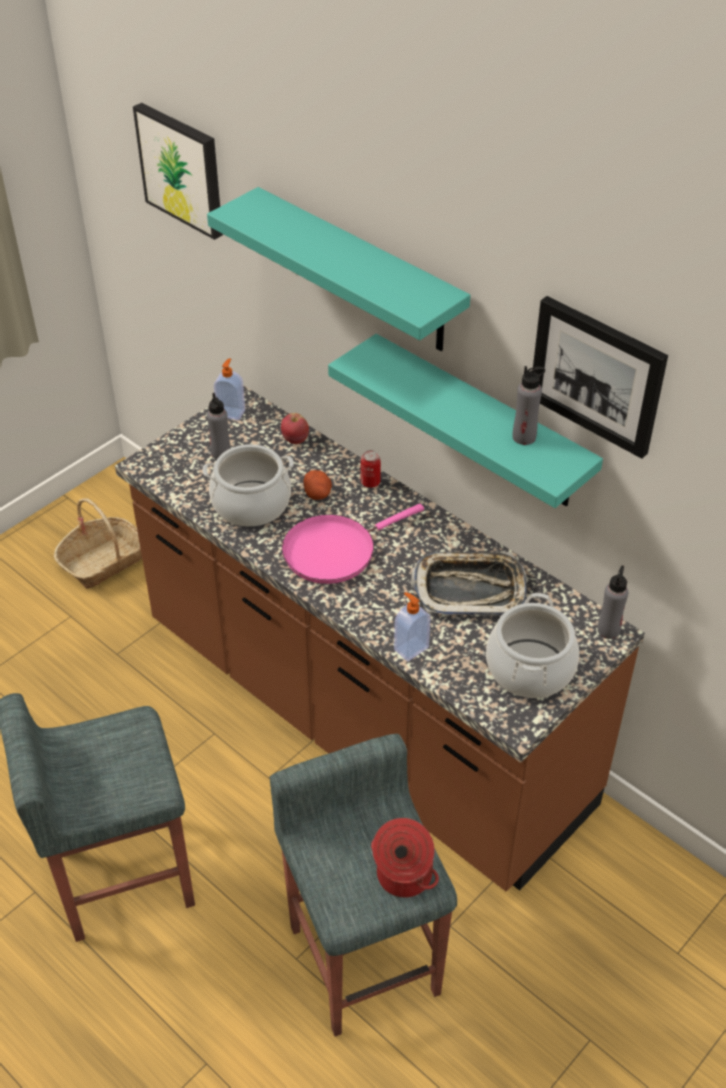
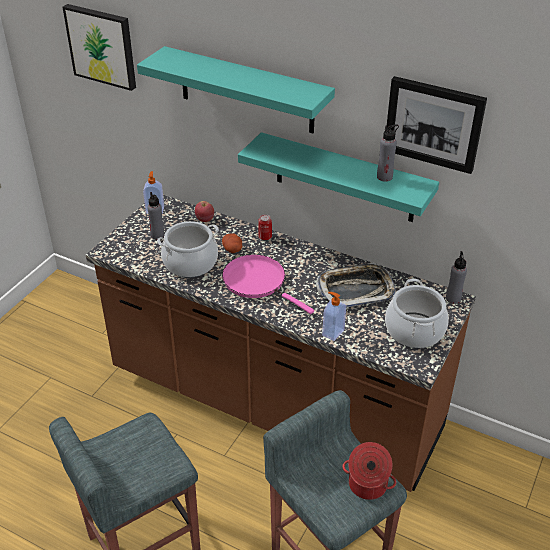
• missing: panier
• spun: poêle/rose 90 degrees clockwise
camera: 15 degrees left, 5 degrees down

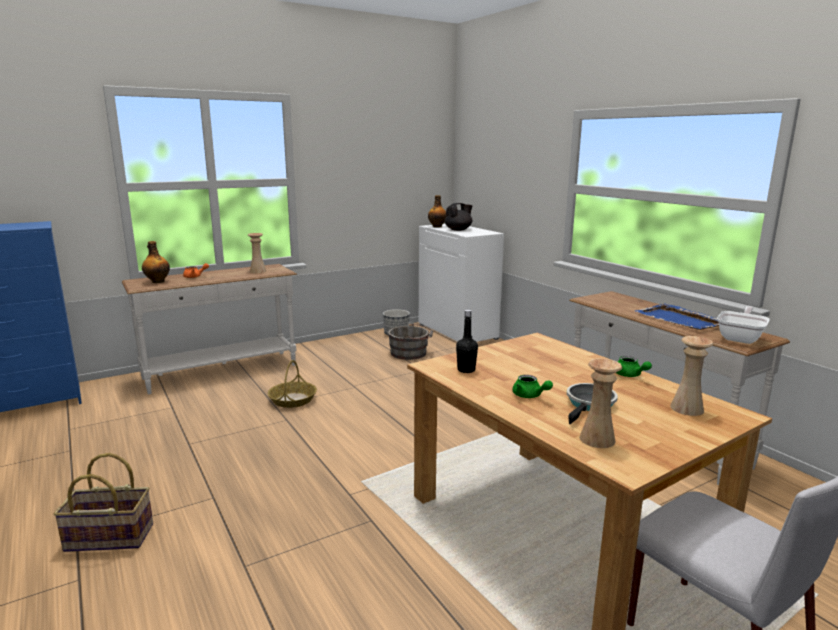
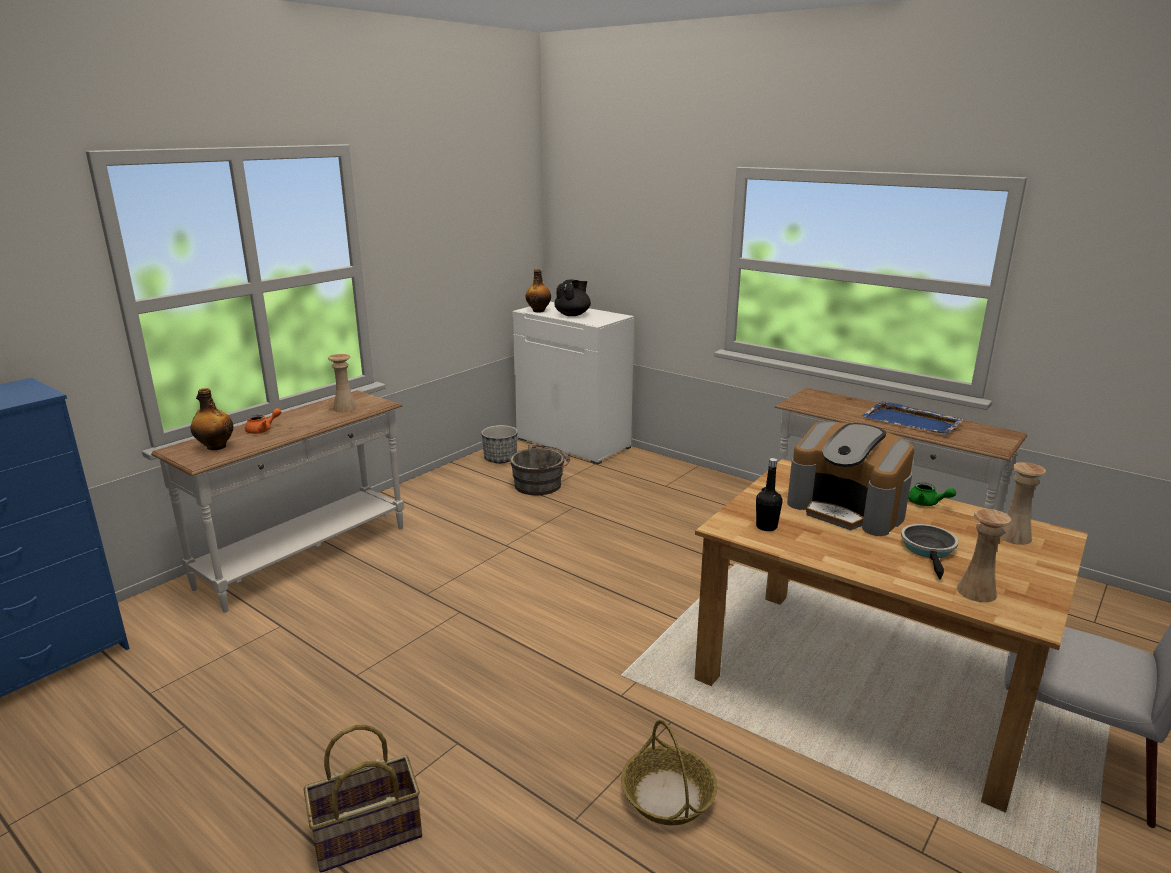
• relocated: panier (no. 2 from left)
• missing: théière/vert (no. 1 from left)
• missing: poêle (no. 2 from left)
• appeared: machine à café
camera: 20 degrees left, 5 degrees up

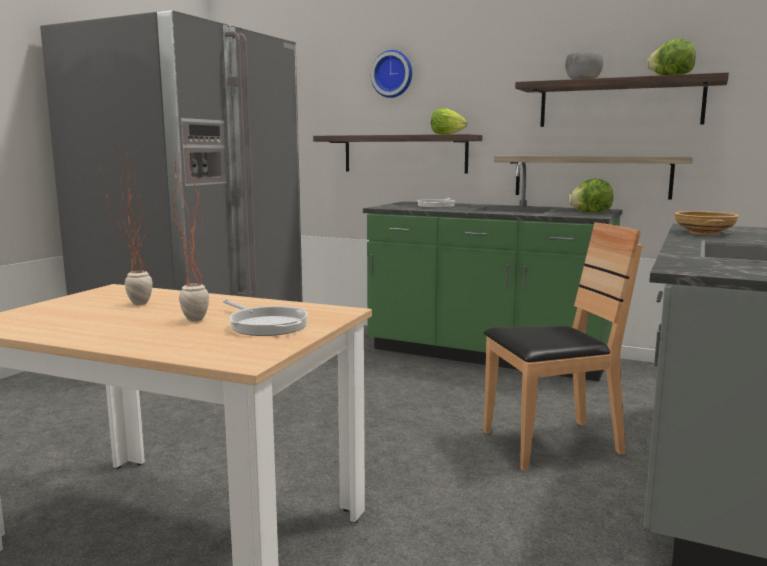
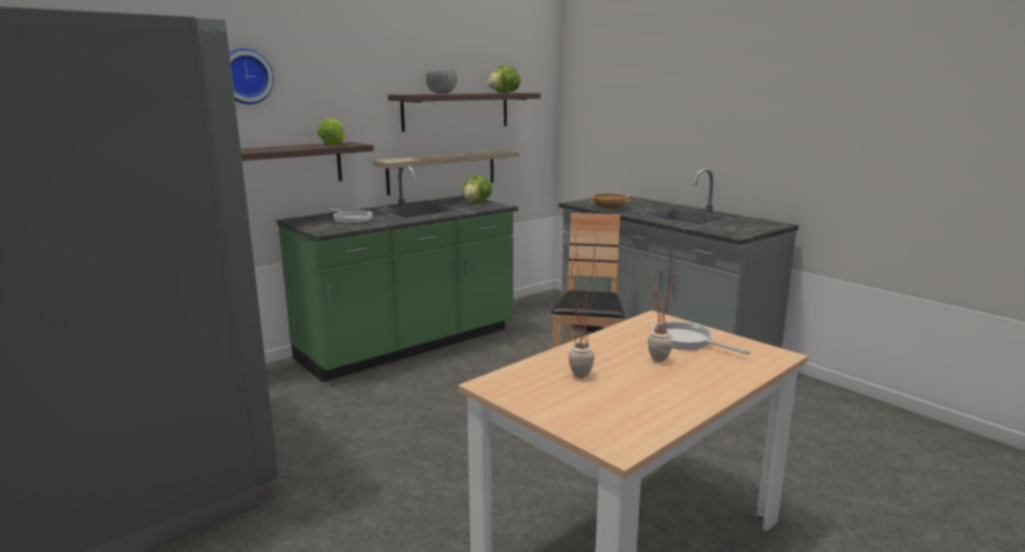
• spun: poêle (no. 1 from left in the first image) 120 degrees counterclockwise
camera: 65 degrees left, 5 degrees up

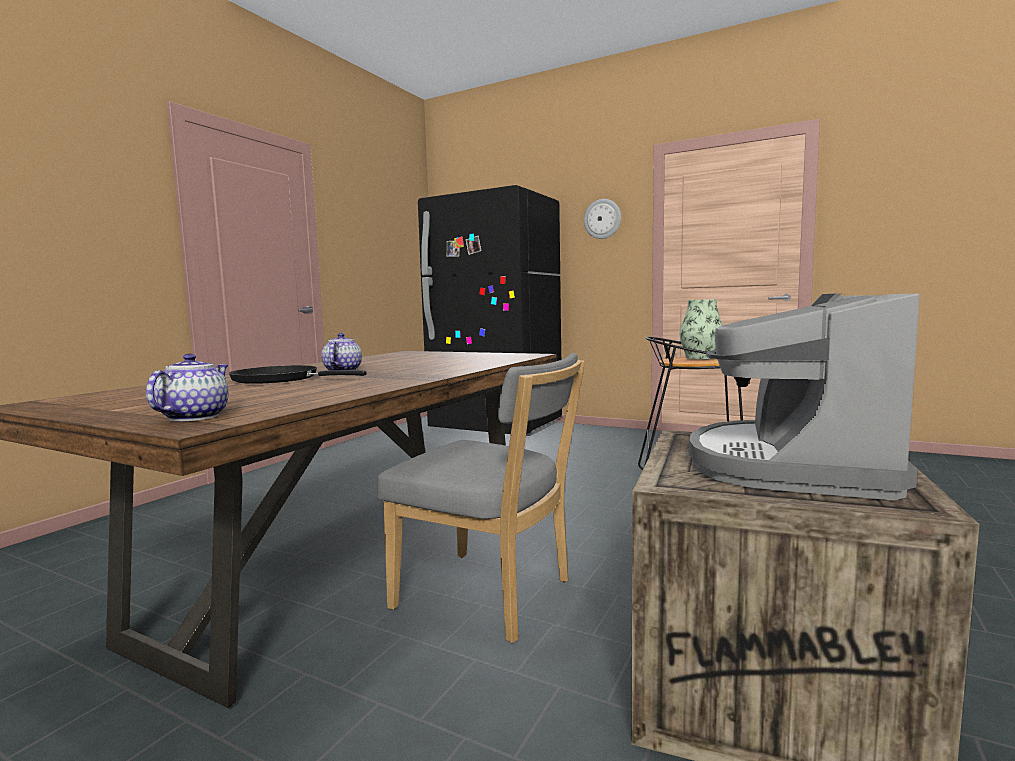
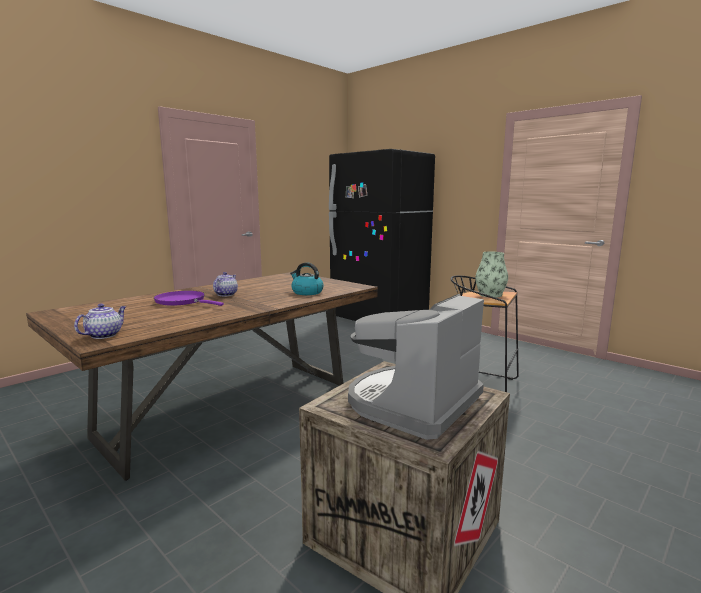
• colour: poêle/noir to poêle/violet
• missing: chaise/gris
• missing: horloge murale
• appeared: bouilloire
camera: 15 degrees right, 5 degrees up

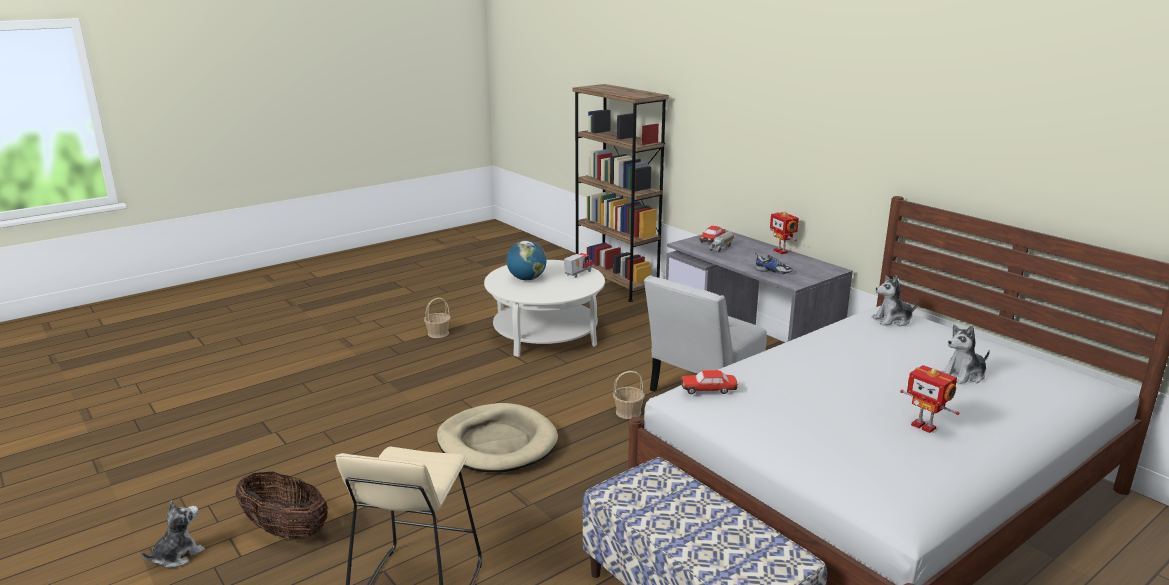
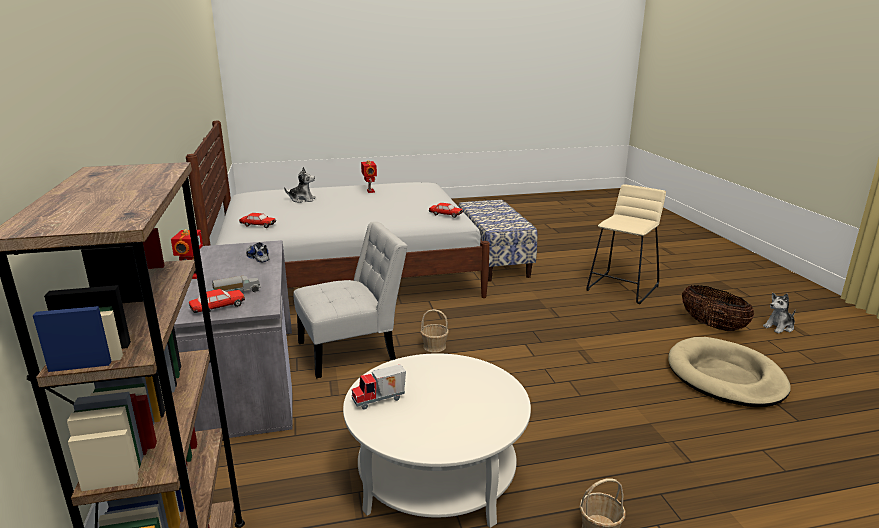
• relocated: panier pour chien/beige
• missing: globe
• exchanged: peluche (no. 2 from left) to petite voiture (no. 2 from left)
camera: 155 degrees left, 0 degrees up

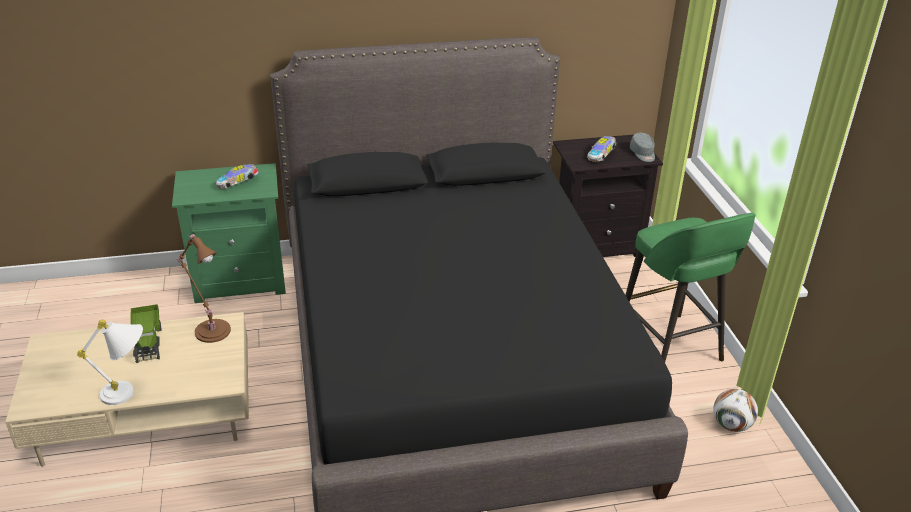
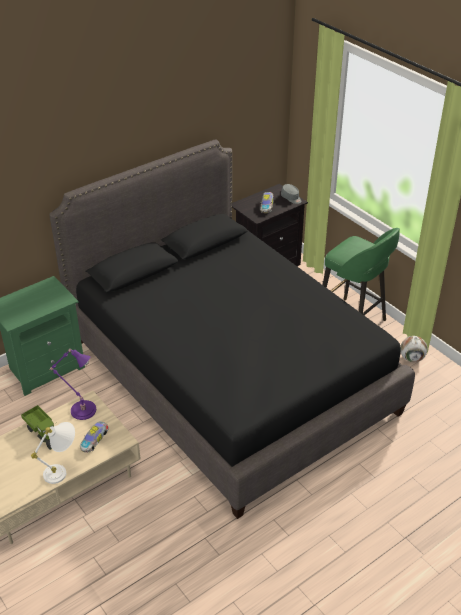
• colour: lampe de table/marron to lampe de table/violet
• relocated: petite voiture (no. 1 from left)
camera: 25 degrees left, 5 degrees up

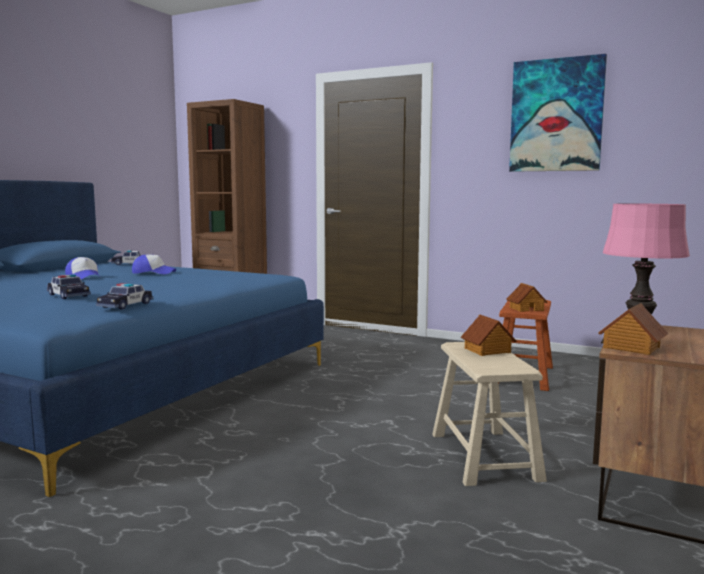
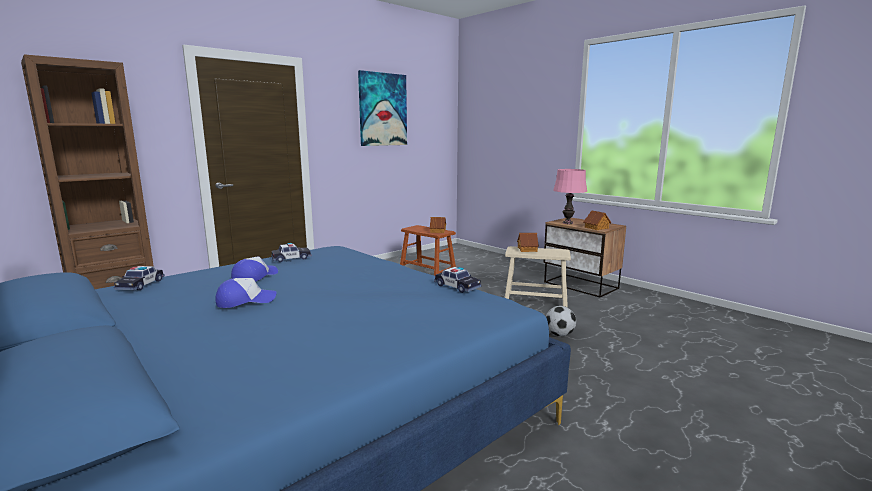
• relocated: petite voiture (no. 1 from left in the first image) to petite voiture (no. 2 from left)
• appeared: ballon de foot
camera: 70 degrees left, 5 degrees up

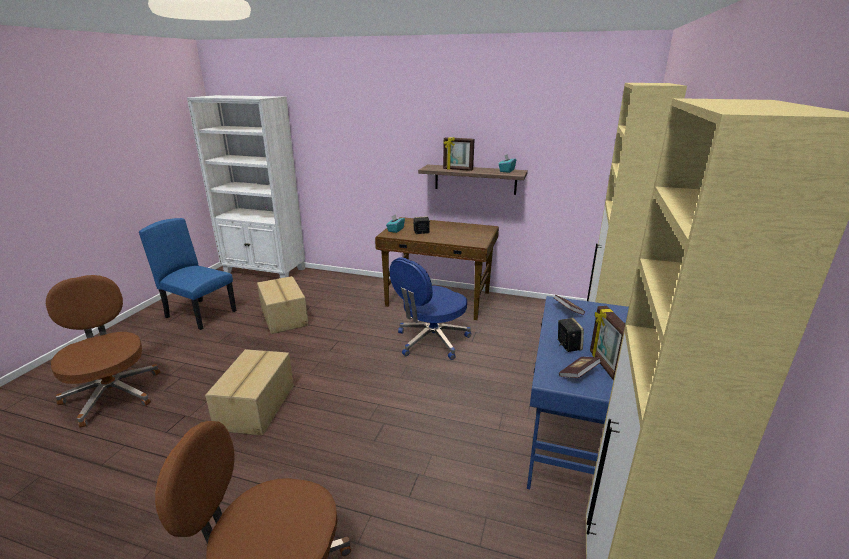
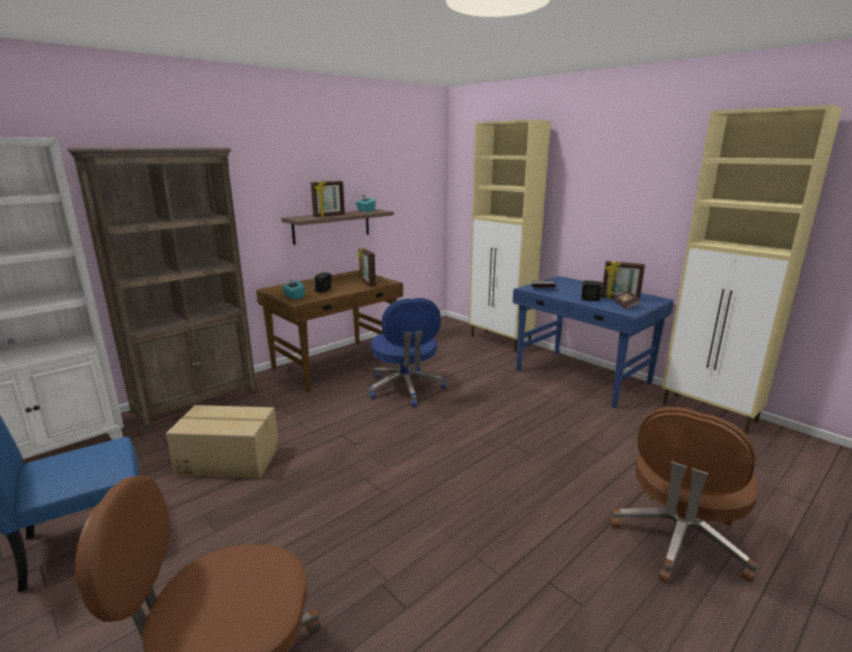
• missing: carton (no. 1 from left)
• appeared: bibliothèque/marron
• appeared: cadre photo (no. 2 from left)
camera: 60 degrees left, 5 degrees down

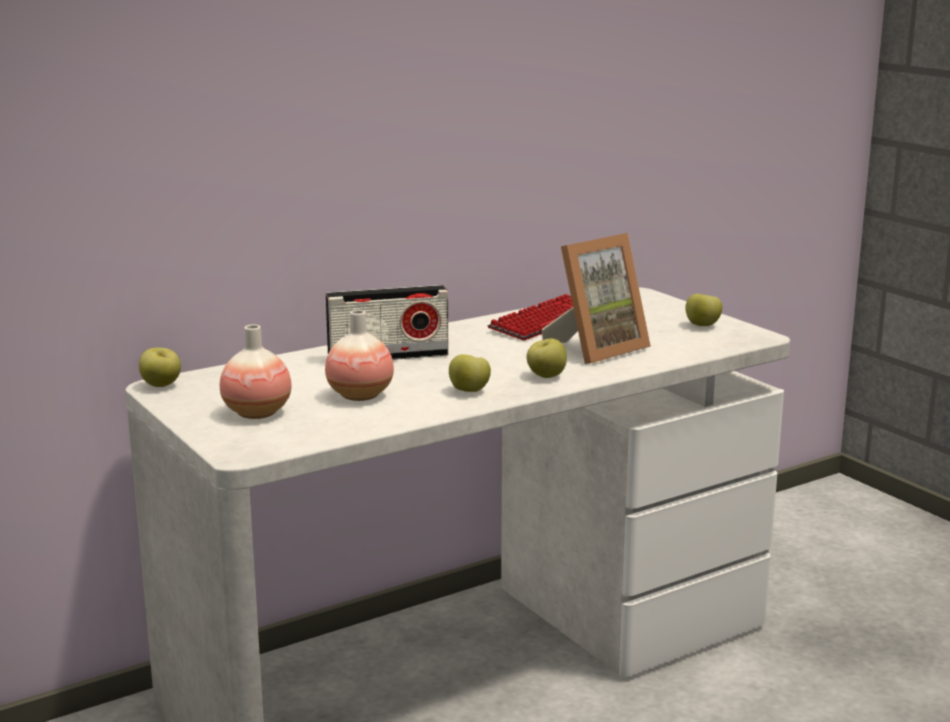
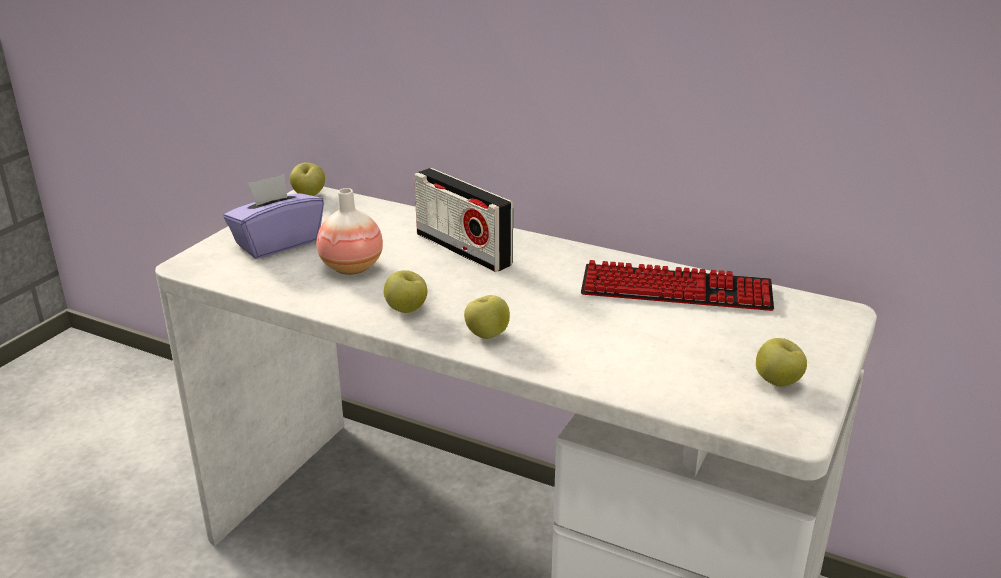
• exchanged: vase (no. 1 from left) to boîte à mouchoirs/violet
• missing: cadre photo
camera: 60 degrees right, 10 degrees up

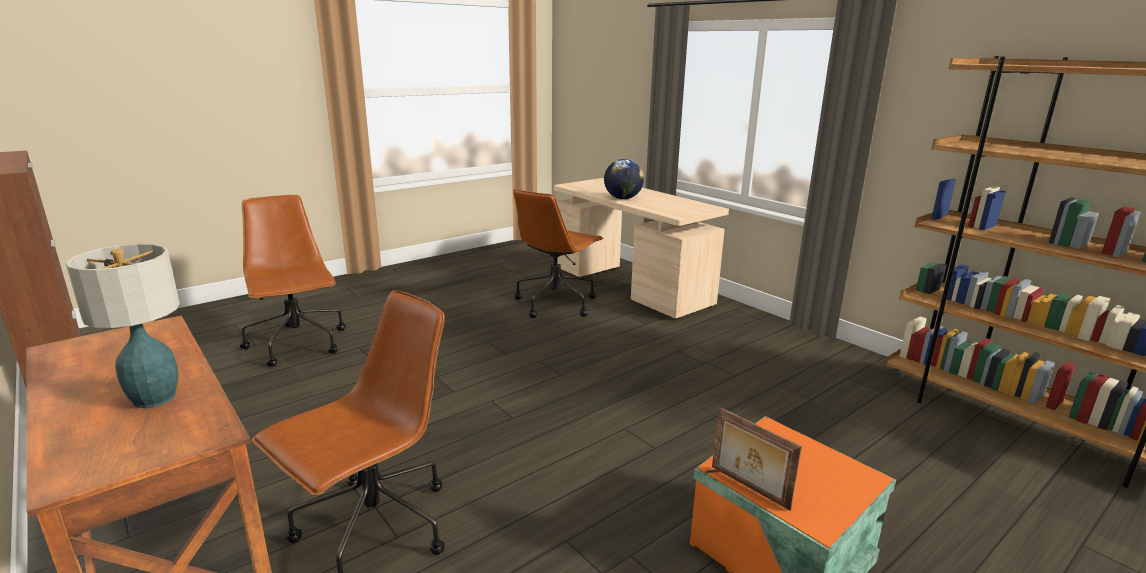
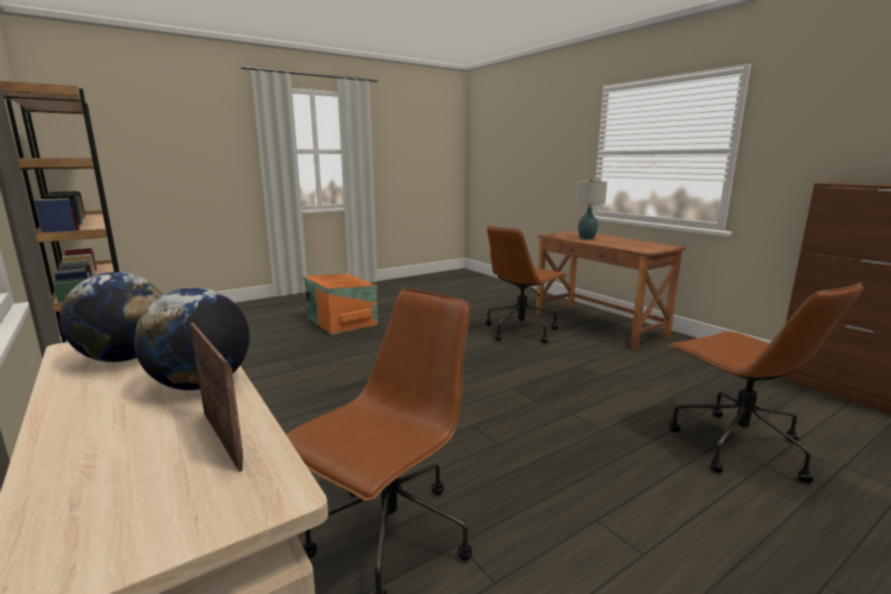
• relocated: cadre photo
• appeared: globe (no. 1 from left)
camera: 175 degrees left, 5 degrees down

